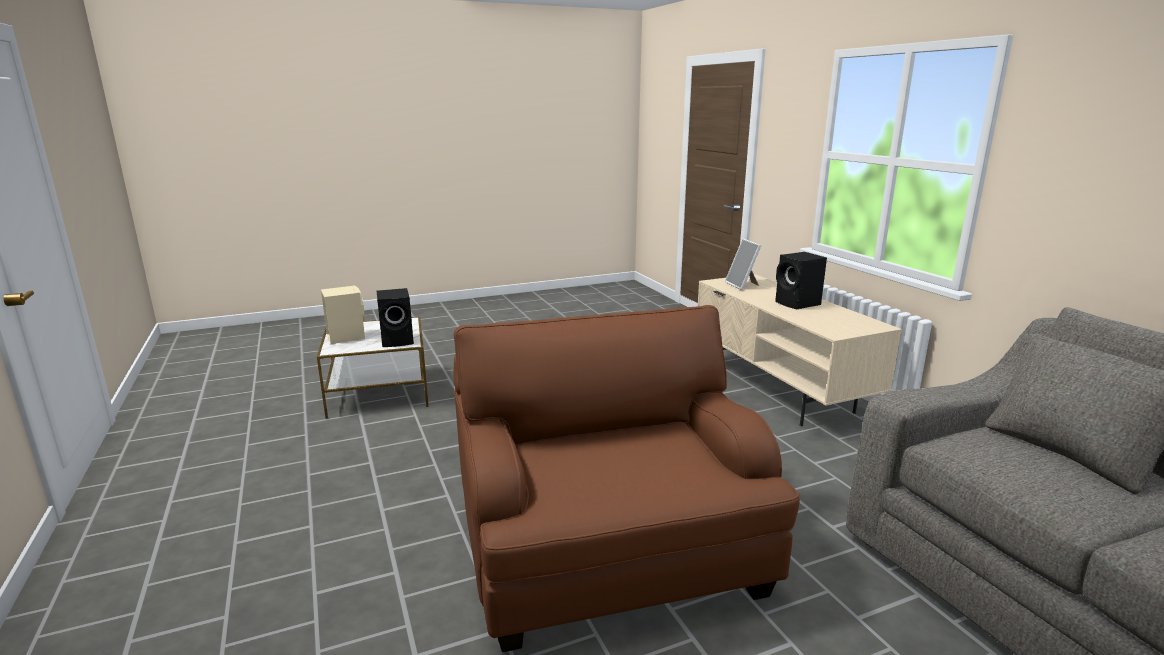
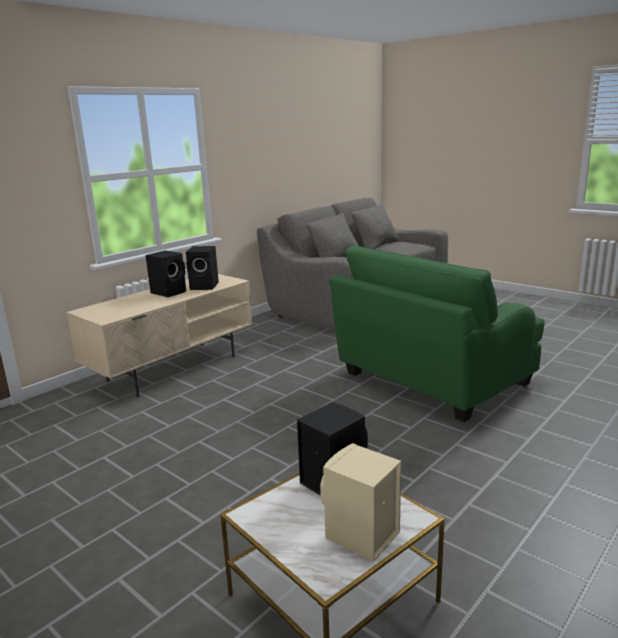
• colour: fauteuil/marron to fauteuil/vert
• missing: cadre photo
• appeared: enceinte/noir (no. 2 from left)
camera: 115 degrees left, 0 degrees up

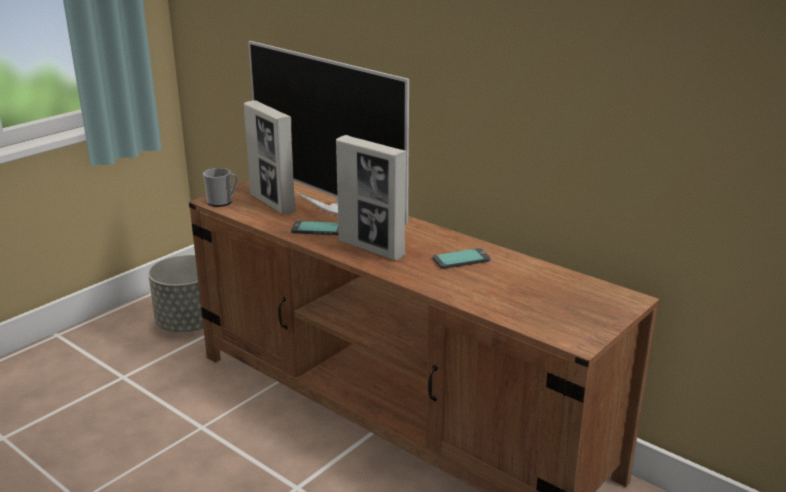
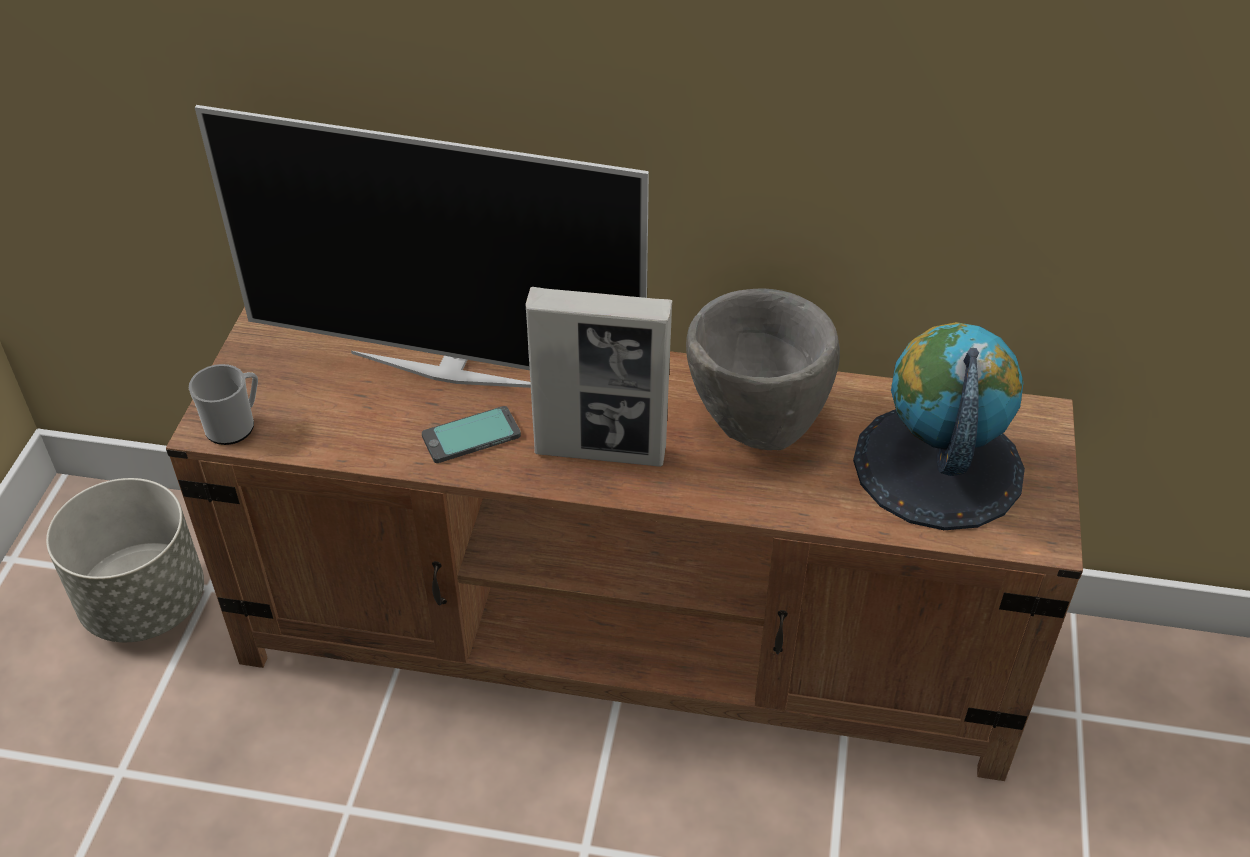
• missing: cadre photo (no. 1 from left)
• exchanged: téléphone (no. 2 from left) to bol/gris
• appeared: globe
camera: 30 degrees left, 20 degrees up

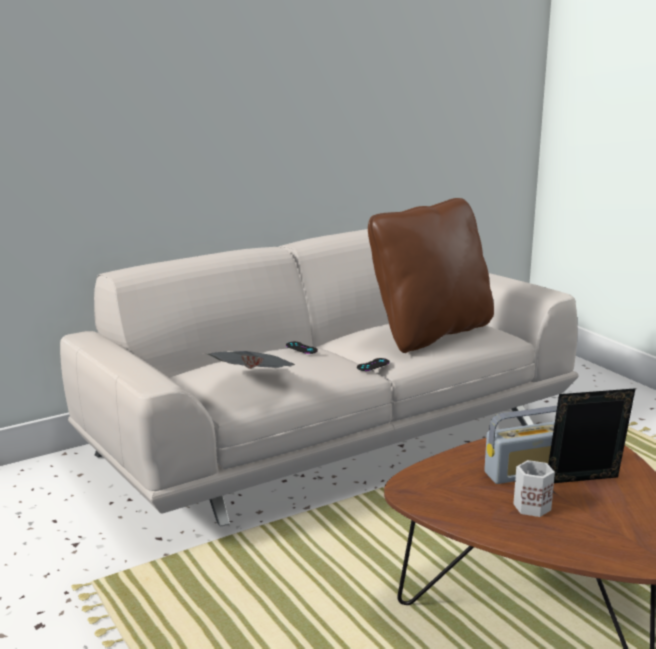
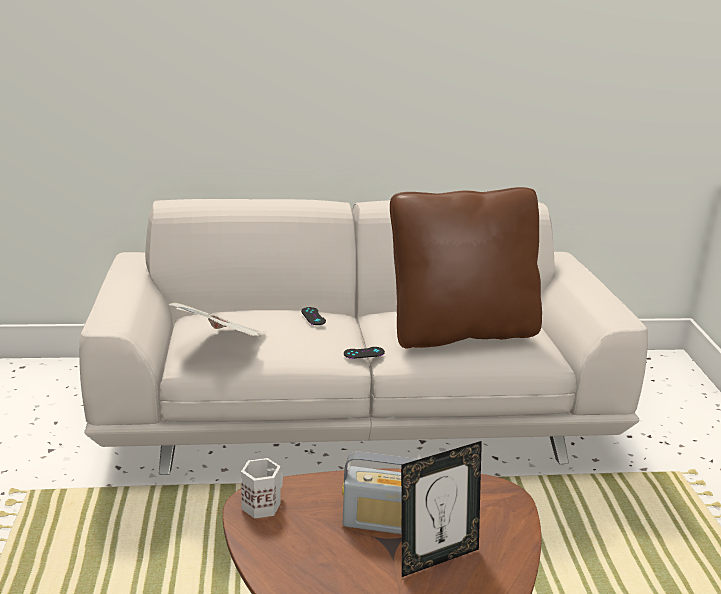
• relocated: mug/blanc
• spun: cadre photo 135 degrees clockwise
camera: 25 degrees right, 5 degrees up

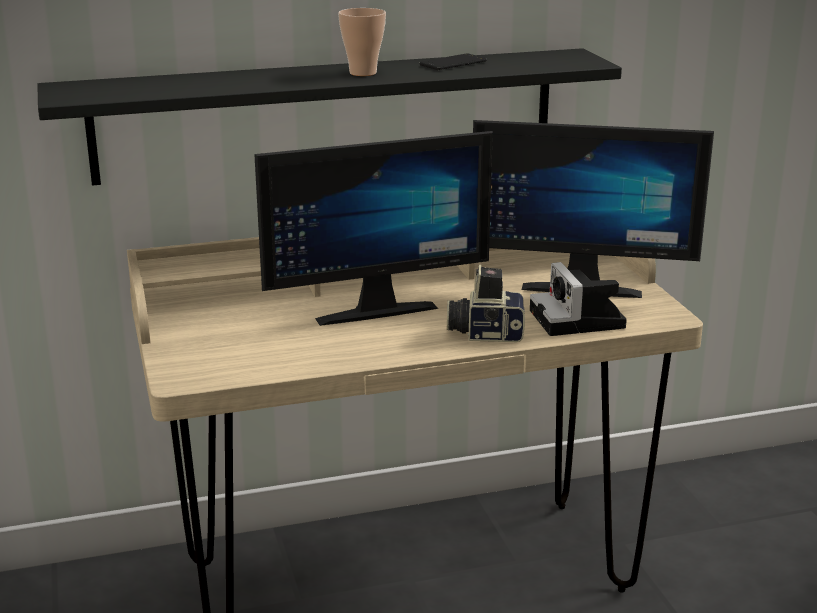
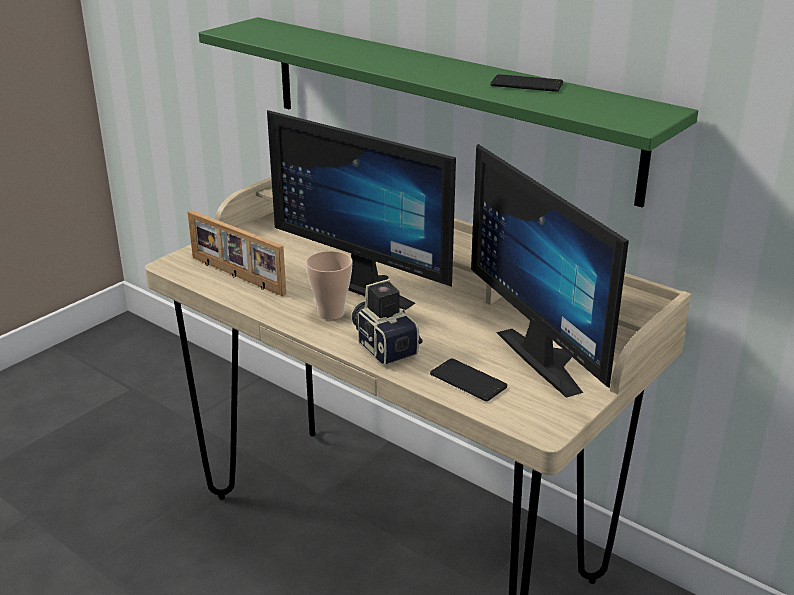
• colour: étagère/noir to étagère/vert
• relocated: tasse
• exchanged: appareil photo (no. 2 from left) to téléphone (no. 1 from left)
• appeared: cadre photo
camera: 55 degrees right, 5 degrees up

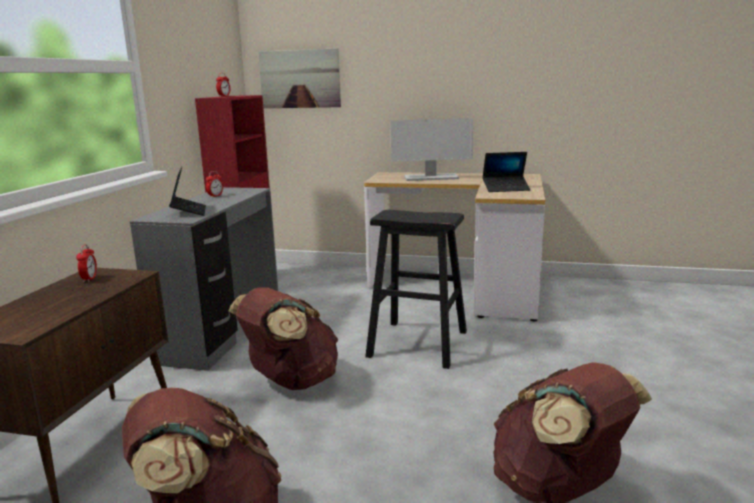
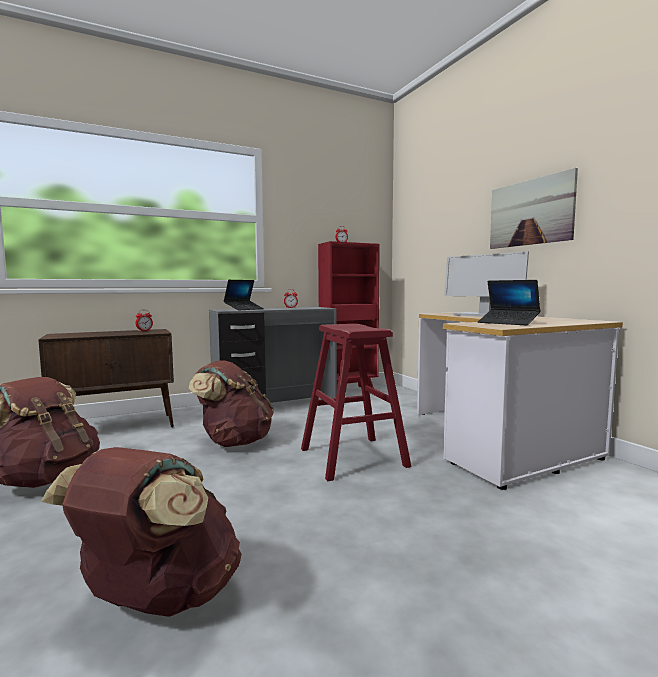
• relocated: tableau
• colour: tabouret/noir to tabouret/rouge
camera: 50 degrees right, 10 degrees down

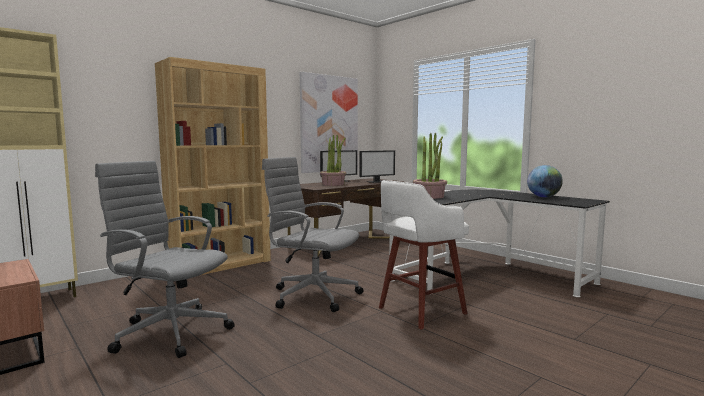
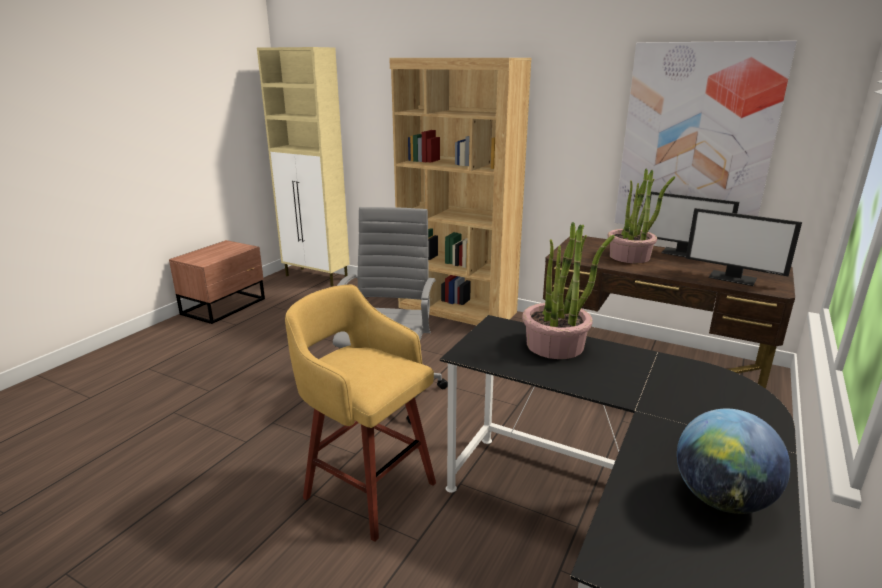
• missing: chaise de bureau/gris (no. 1 from left)
• colour: tabouret/blanc to tabouret/jaune
camera: 70 degrees right, 15 degrees up

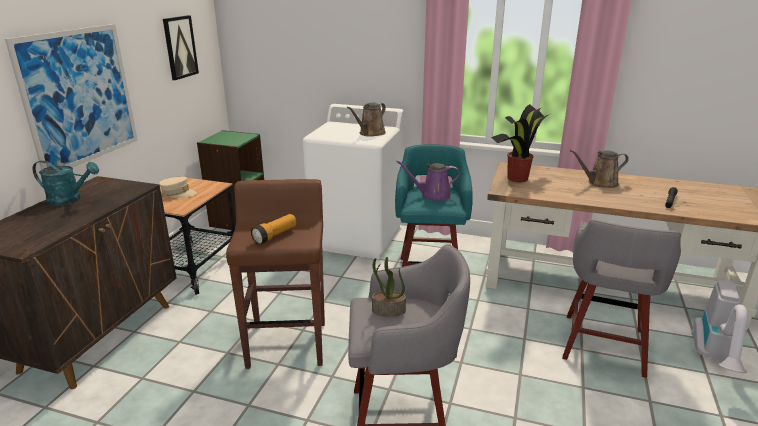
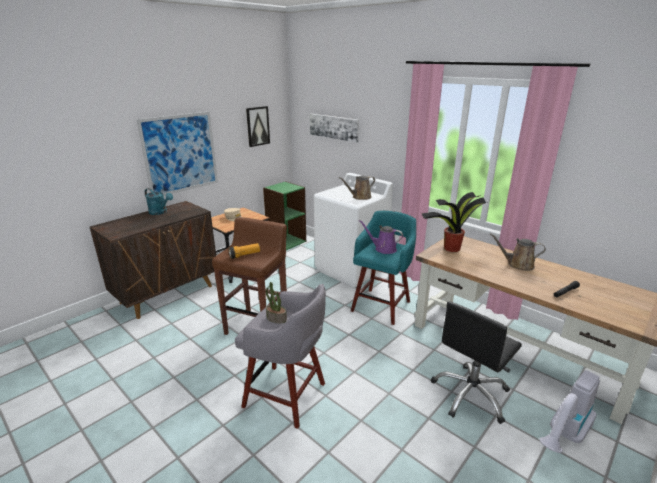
• exchanged: tabouret/gris (no. 2 from left) to chaise de bureau/noir
• appeared: tableau (no. 3 from left)
camera: 25 degrees right, 0 degrees up

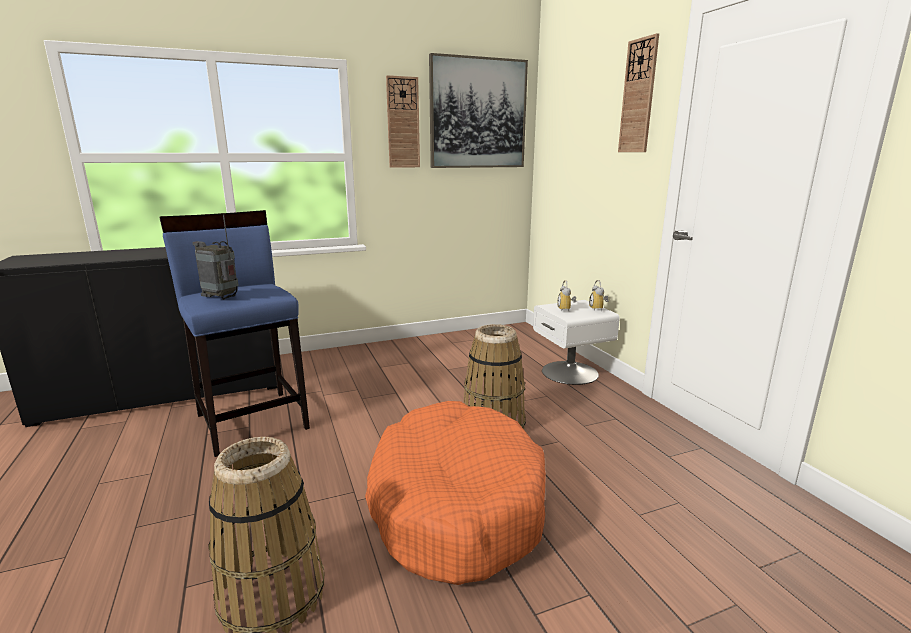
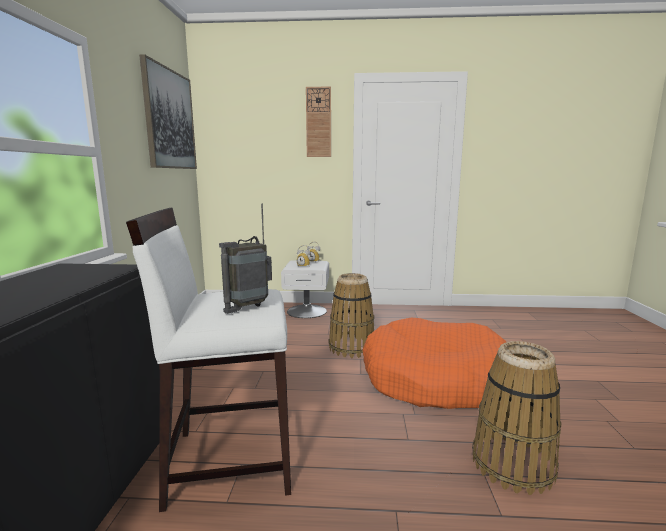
• colour: tabouret/bleu to tabouret/blanc
• missing: horloge murale (no. 1 from left)
camera: 65 degrees left, 5 degrees down

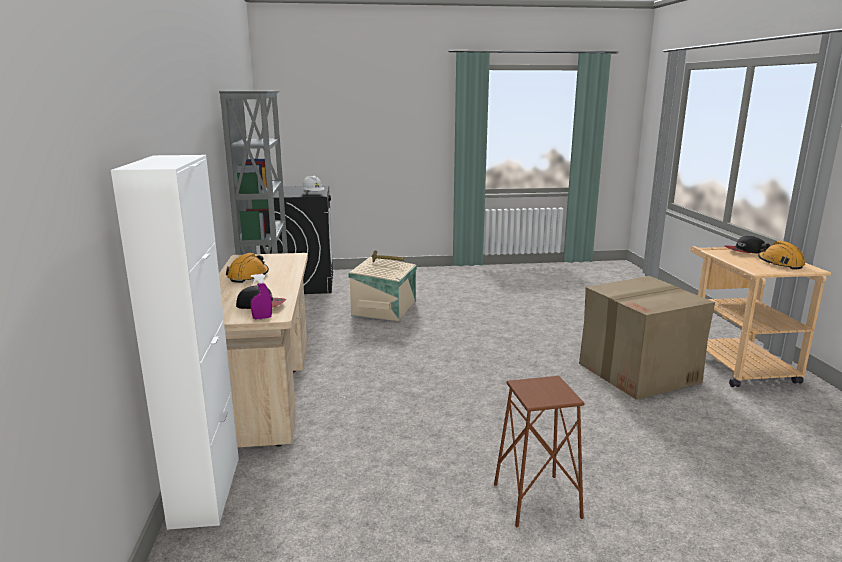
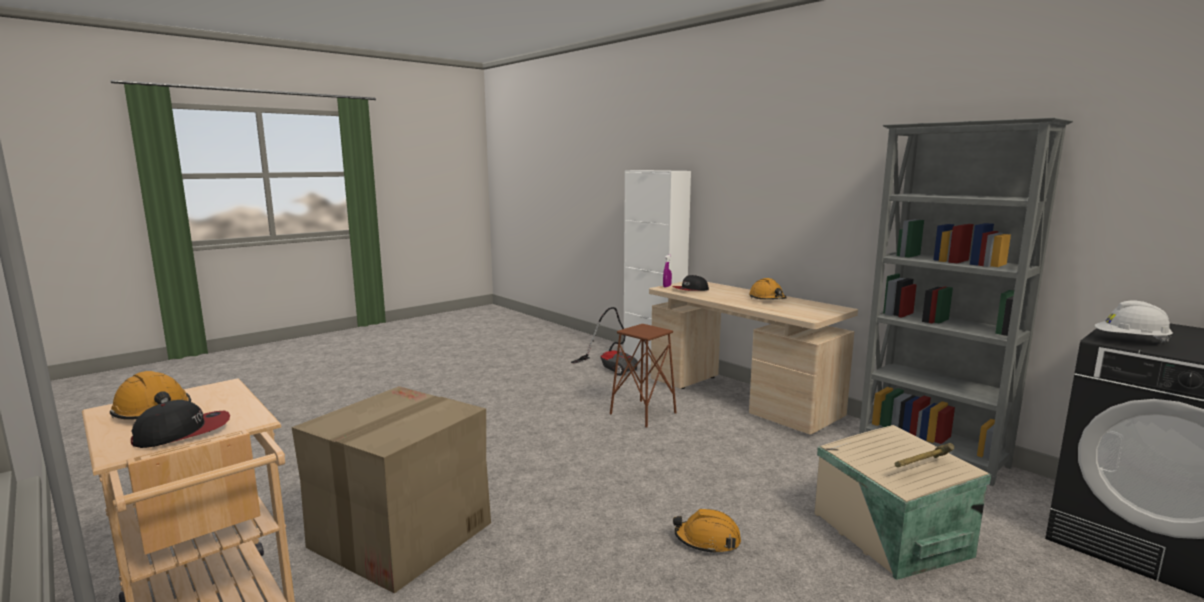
• relocated: tabouret/marron
• appeared: aspirateur
• appeared: casque de chantier/orange (no. 2 from left)
camera: 145 degrees right, 5 degrees down

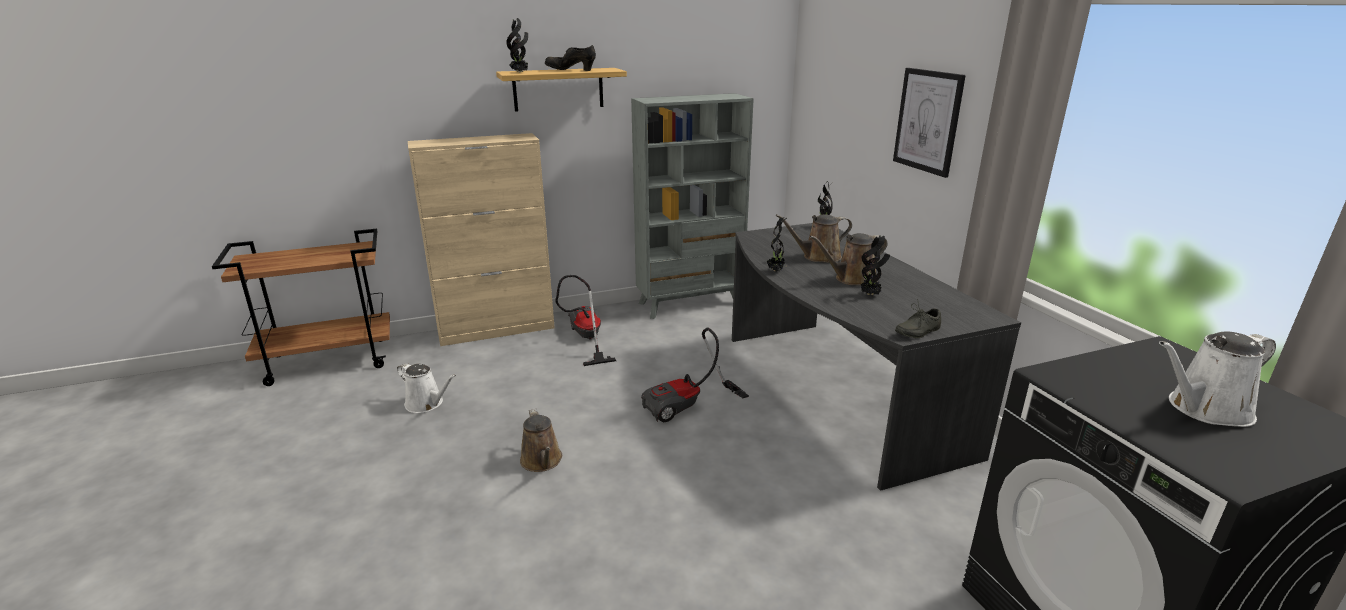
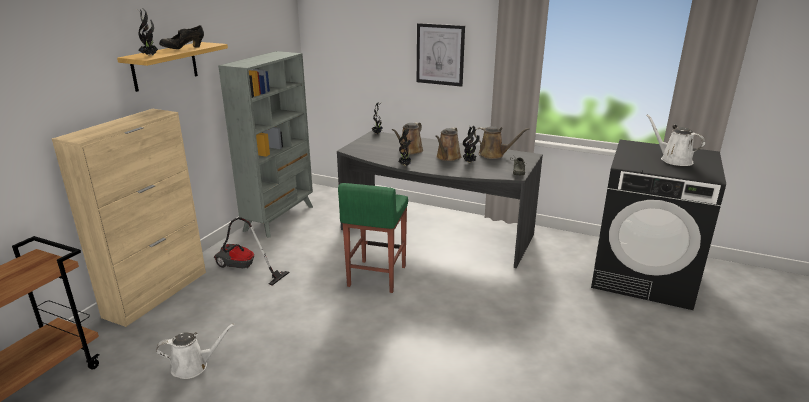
• relocated: arrosoir/marron (no. 1 from left in the first image) to arrosoir/marron (no. 3 from left)
• exchanged: aspirateur (no. 2 from left) to tabouret/vert
• spun: arrosoir/blanc (no. 2 from left) 120 degrees clockwise
camera: 45 degrees left, 0 degrees up

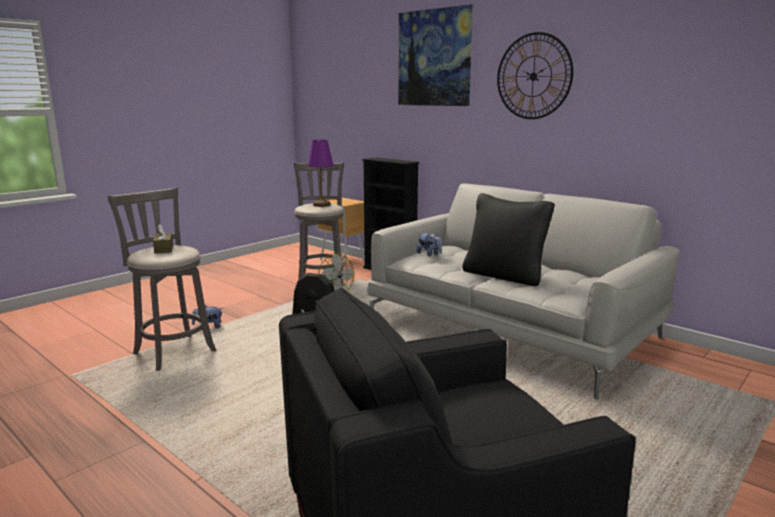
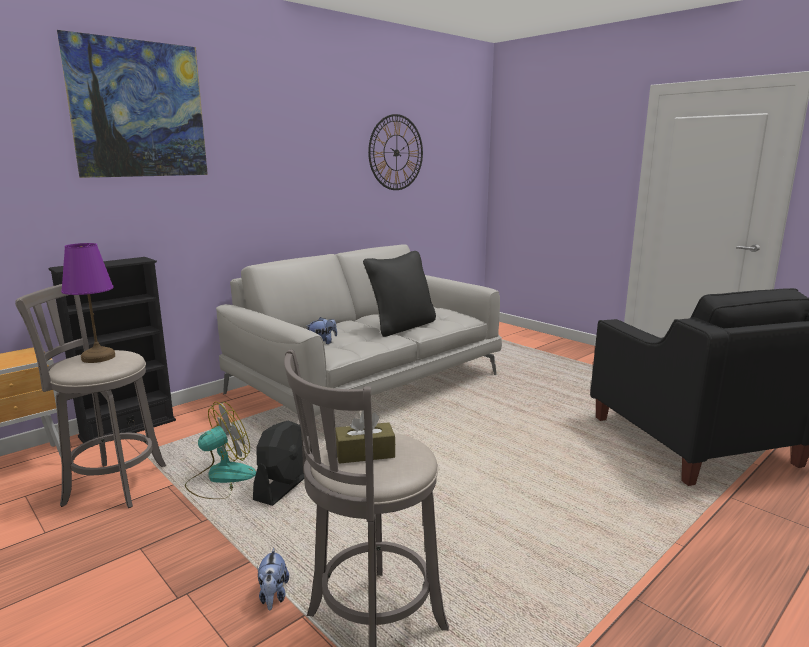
• relocated: horloge murale
camera: 85 degrees left, 0 degrees up

